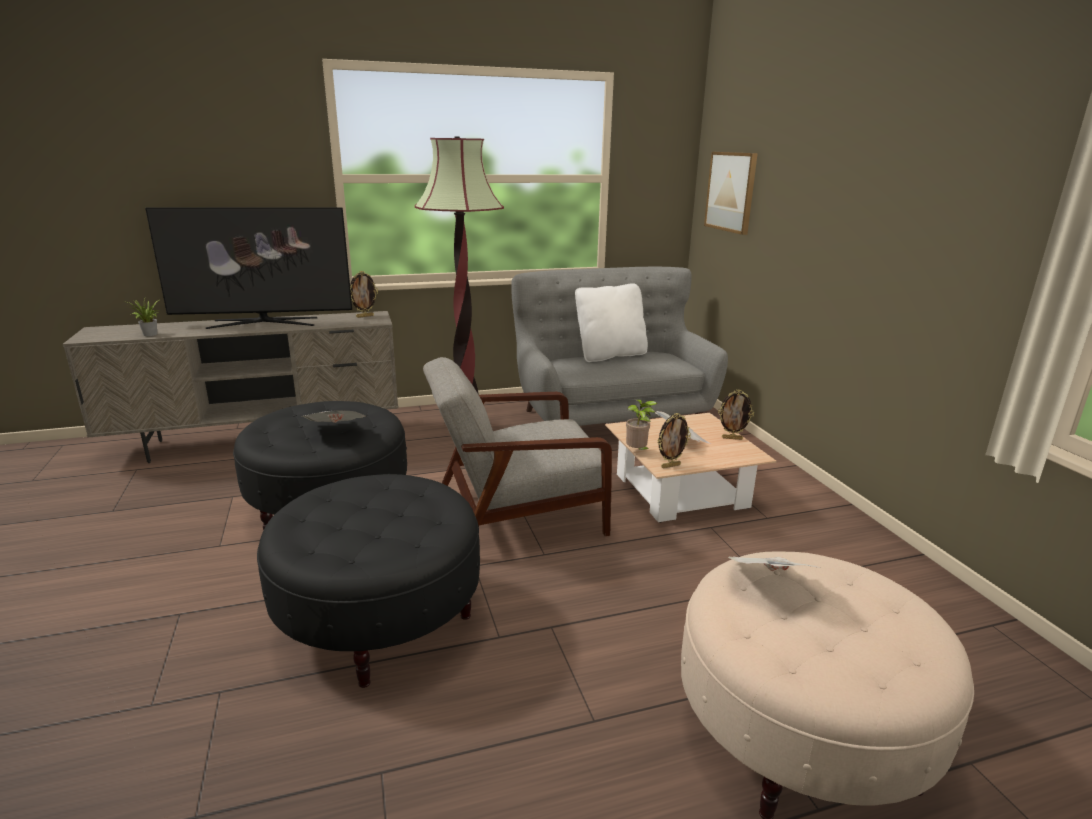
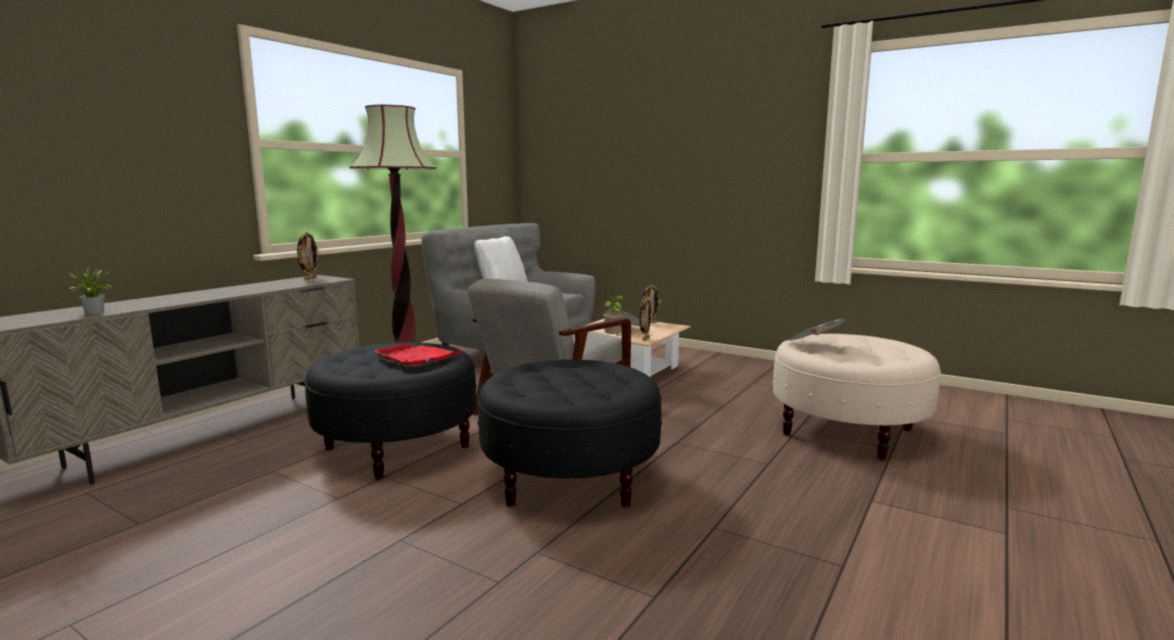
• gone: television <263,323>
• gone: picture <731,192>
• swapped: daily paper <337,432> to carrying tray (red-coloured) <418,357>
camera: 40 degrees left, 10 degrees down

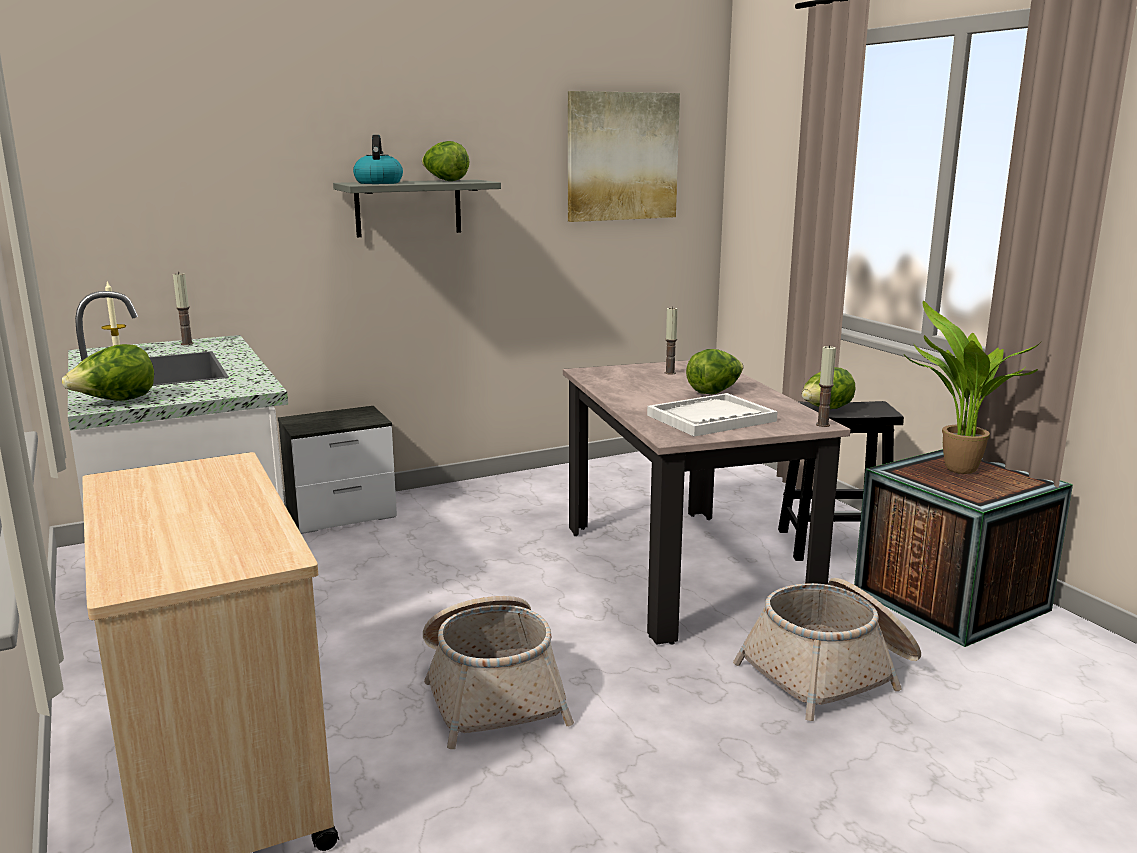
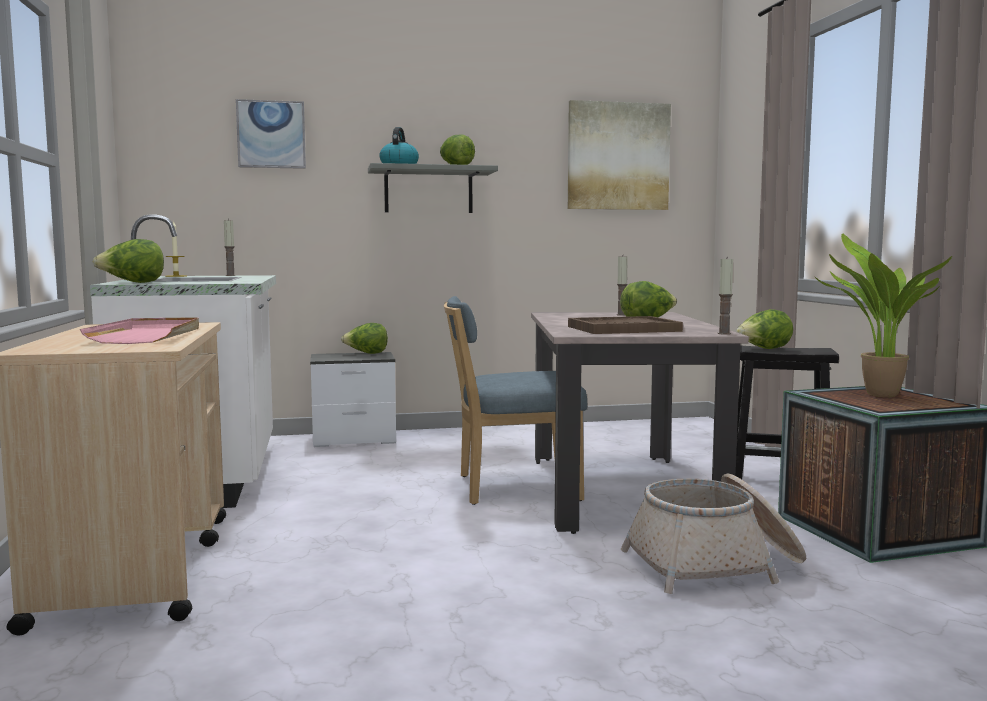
• gone: household basket <491,691>
• new: carrying tray (pink) <148,335>
• new: picture <271,134>
• new: head of lettuce <366,353>
• new: upright chair (bluish) <511,488>
• repainted: carrying tray (whitish) <711,418> to carrying tray (brownish) <623,329>
camera: 15 degrees right, 10 degrees down

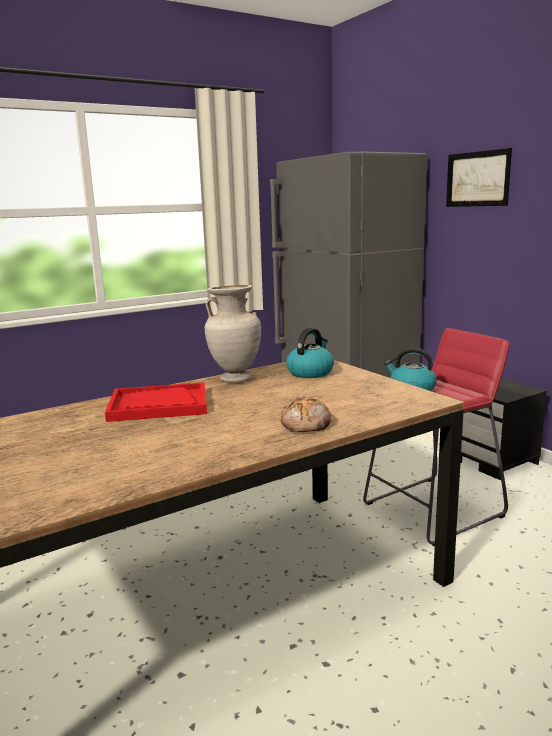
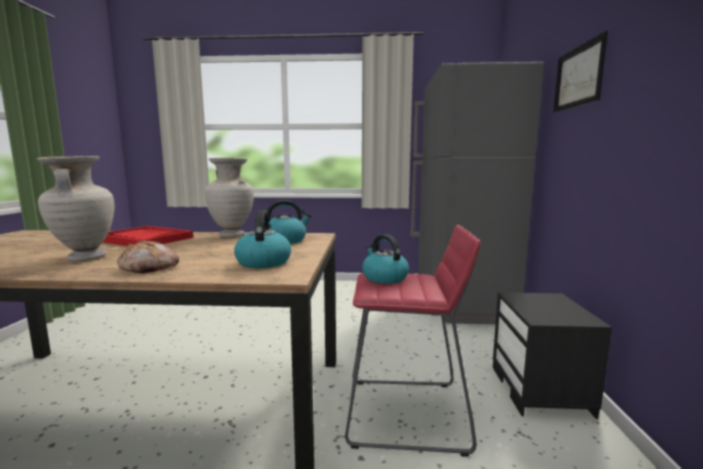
• new: flower vase (beige-coloured) <85,258>
• new: kettle <263,262>
camera: 35 degrees right, 5 degrees down

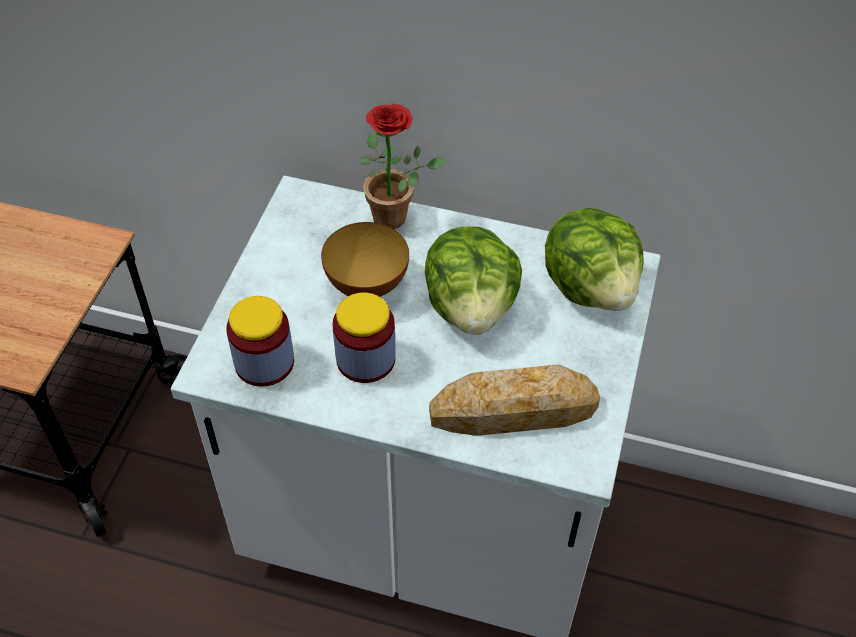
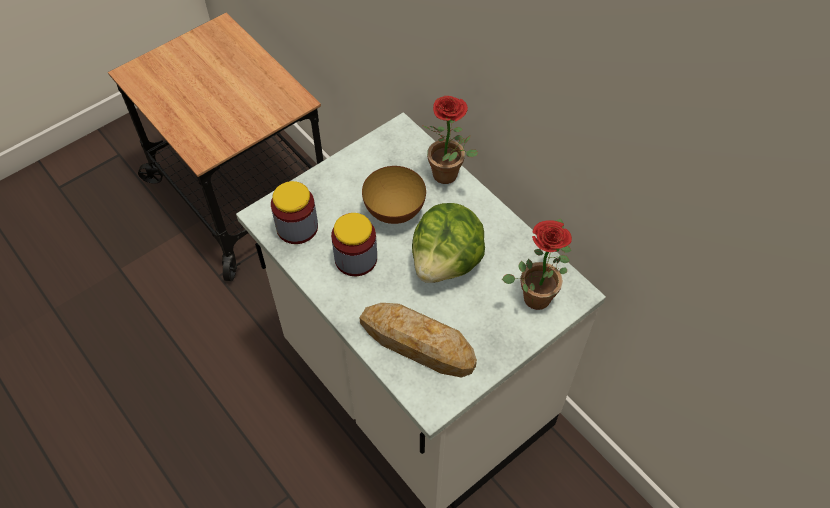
• swapped: head of lettuce <591,287> to houseplant <536,292>
camera: 35 degrees right, 5 degrees up

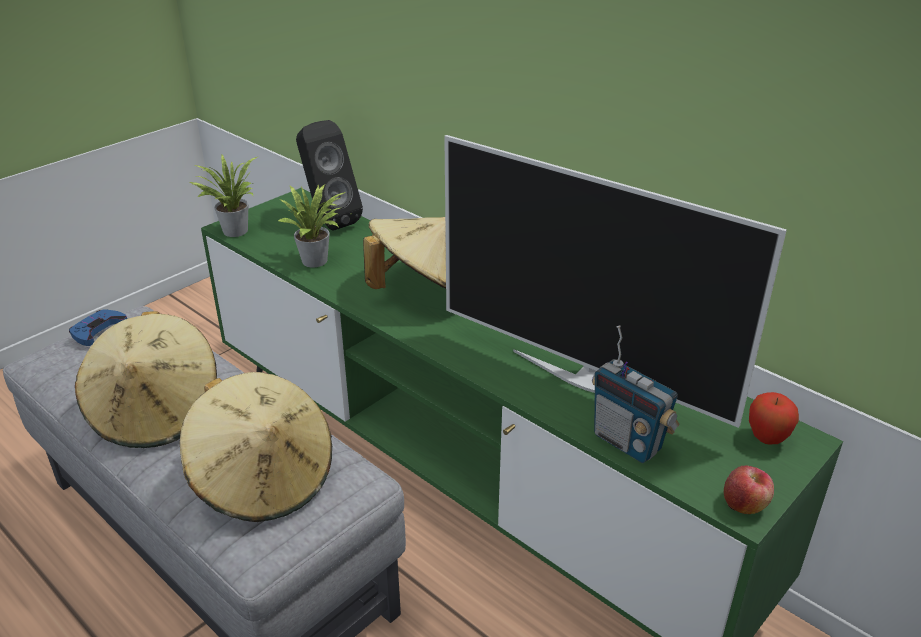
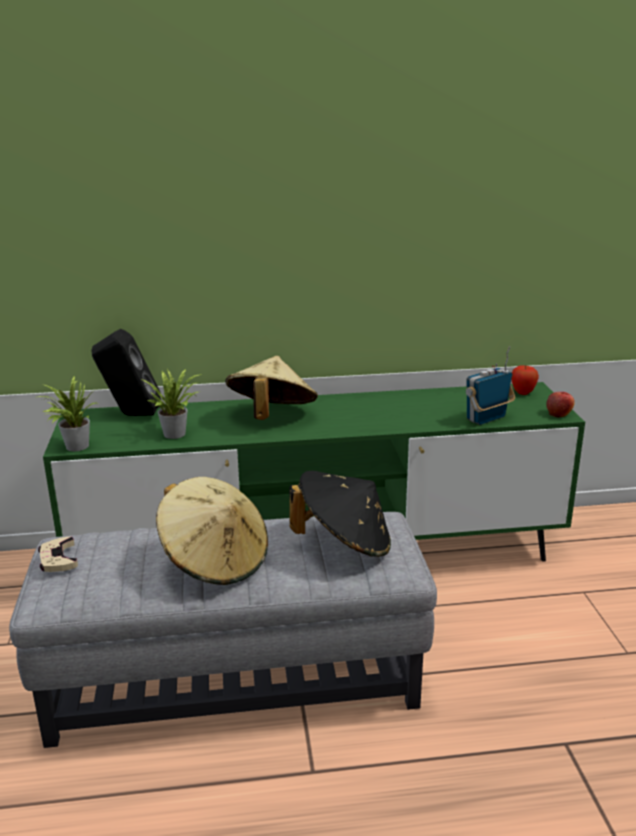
• gone: television <584,378>
• repainted: gamepad (bluish) <98,330> to gamepad (beige-coloured) <58,559>
• repainted: clothing hat (beige-coloured) <264,479> to clothing hat (blackish) <344,543>
• rotated: radio <627,442> = <486,419> 150 degrees clockwise
camera: 50 degrees left, 10 degrees down

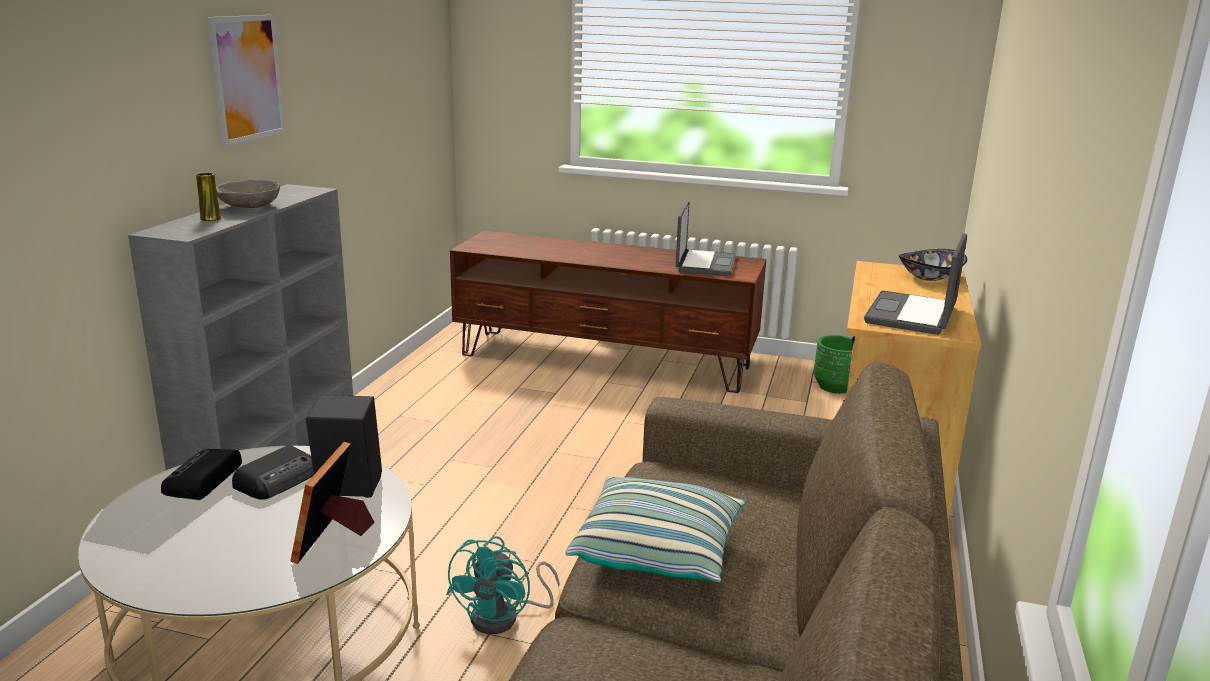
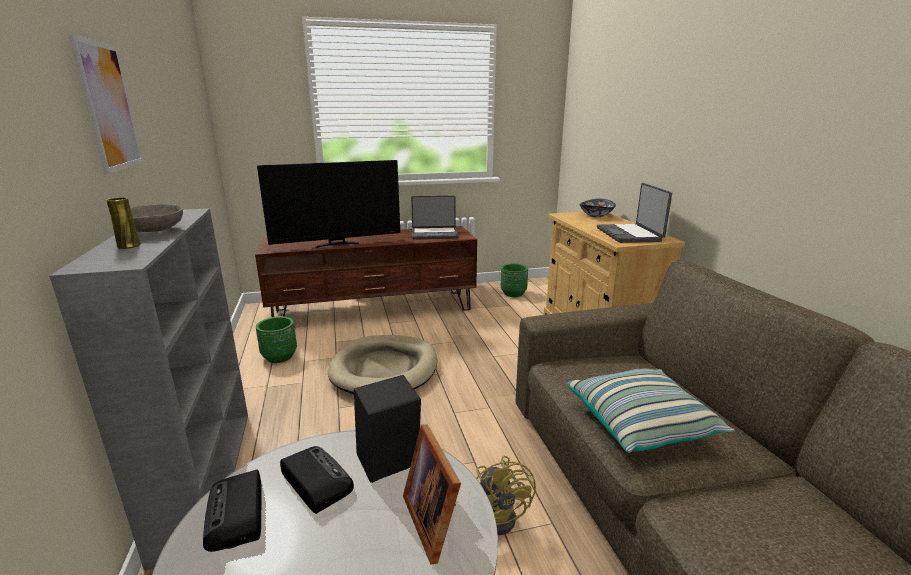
• new: plant pot (green-coloured) <279,357>
• new: television <337,244>
• new: dog cushion (beige-coloured) <385,369>
• repainted: electric fan (turquoise) <504,617> to electric fan (yellow-coloured) <501,515>
• rotated: radio <279,479> = <315,481> 45 degrees counterclockwise
• rotated: portable computer <704,264> = <434,234> 105 degrees clockwise
camera: 30 degrees left, 0 degrees up

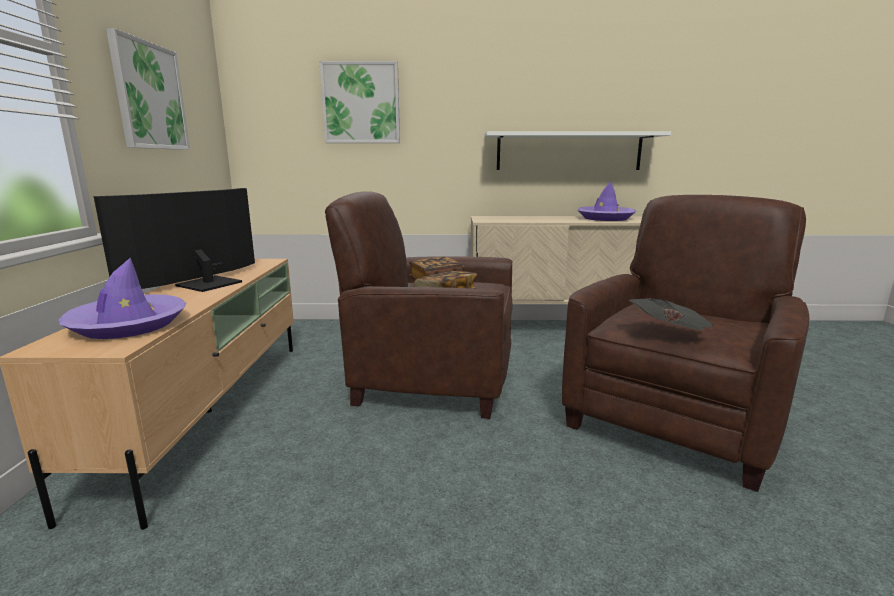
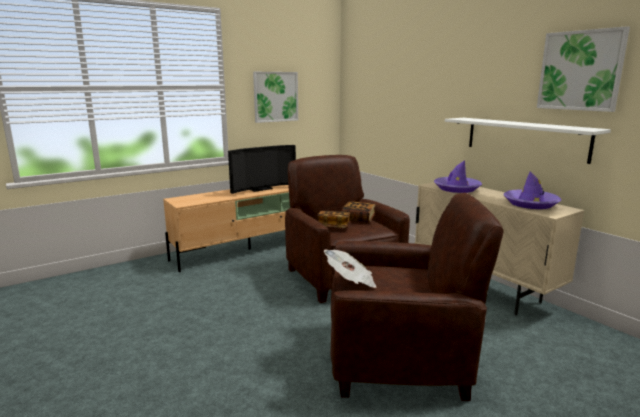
• shifted: clothing hat (purple) <128,325> to <456,188>
• shifted: picture <361,103> to <580,70>
• rotated: television <204,282> = <260,189> 150 degrees clockwise
camera: 55 degrees right, 0 degrees up

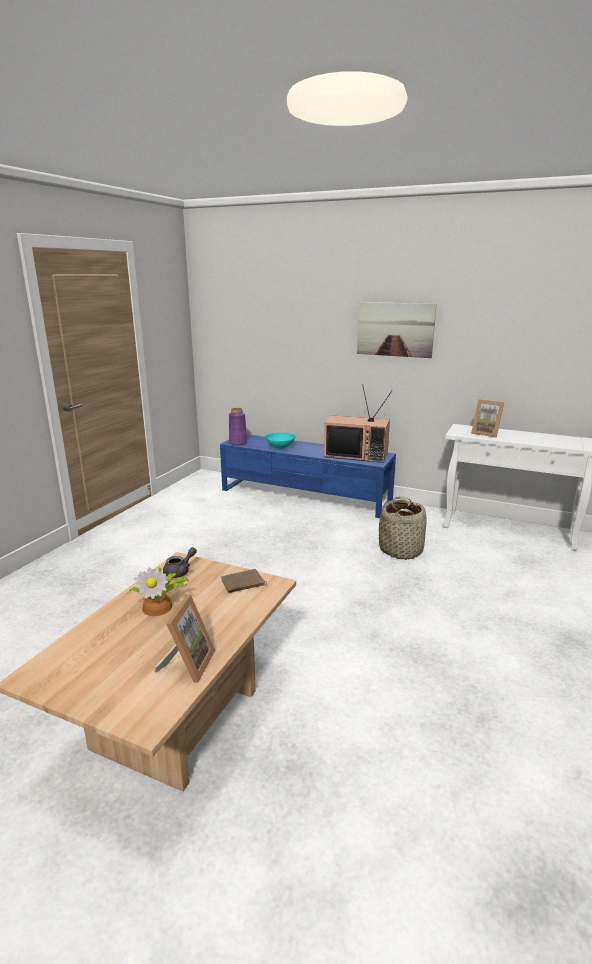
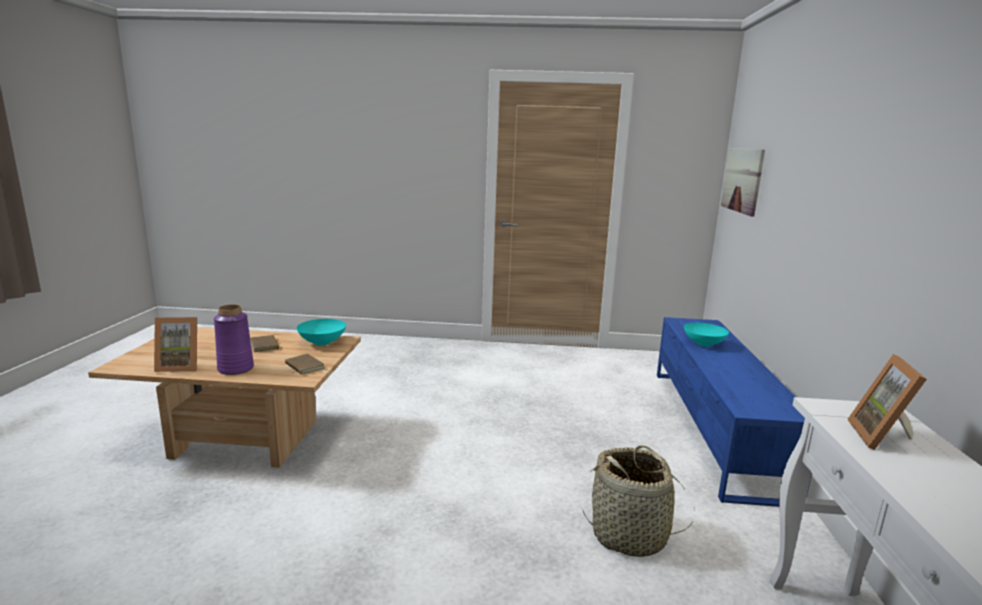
• gone: television <357,455>
• shifted: flower vase (purple) <238,443> to <236,369>
• shifted: picture <395,329> to <742,180>
• swapped: houseplant <158,606> to volume (brownish) <266,345>
• swapped: pot for tea (gray) <180,571> to deep dish (turquoise) <323,343>
camera: 70 degrees right, 5 degrees down

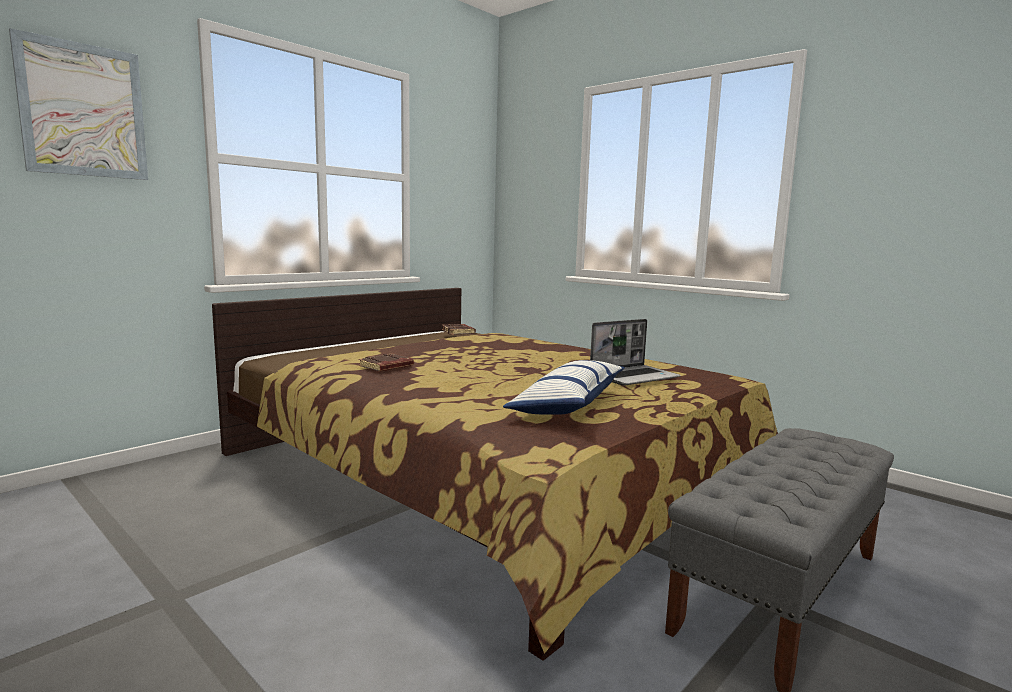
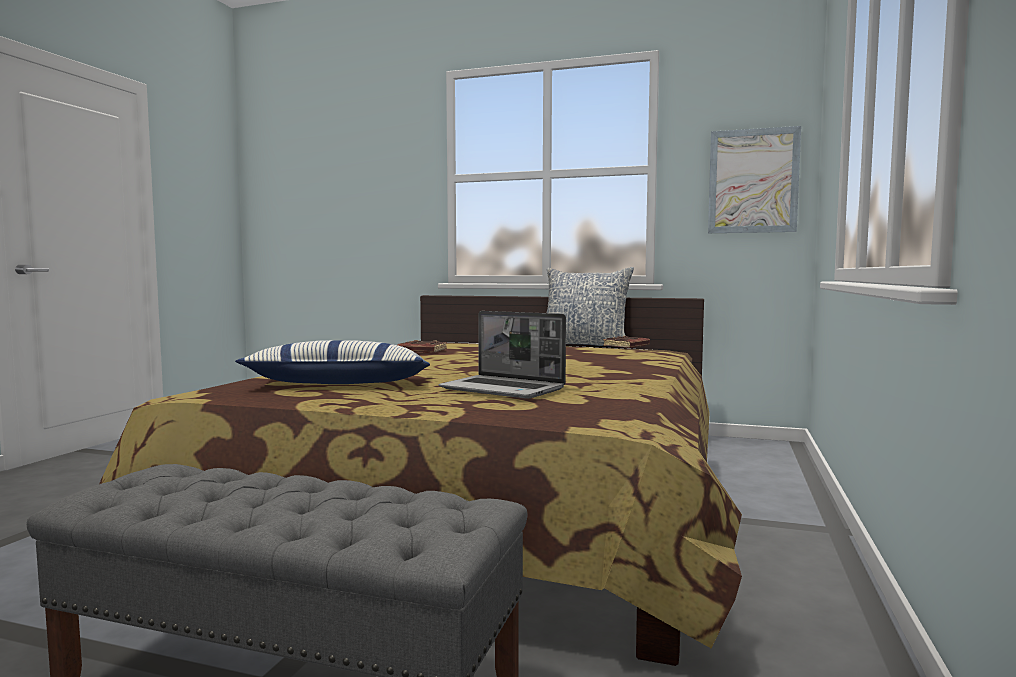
• new: pillow <584,345>
• shifted: picture <83,110> to <753,181>
camera: 65 degrees right, 5 degrees down

